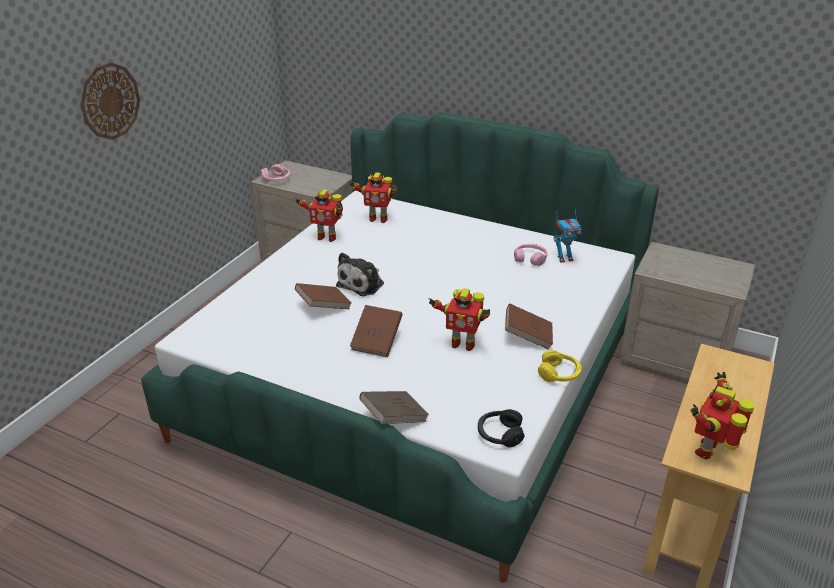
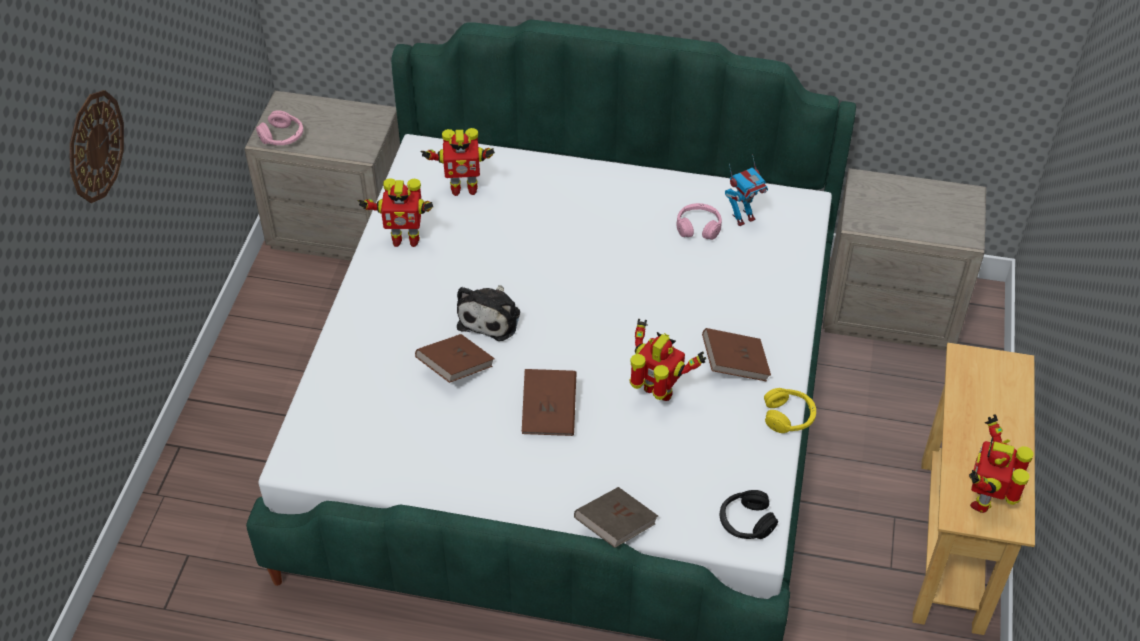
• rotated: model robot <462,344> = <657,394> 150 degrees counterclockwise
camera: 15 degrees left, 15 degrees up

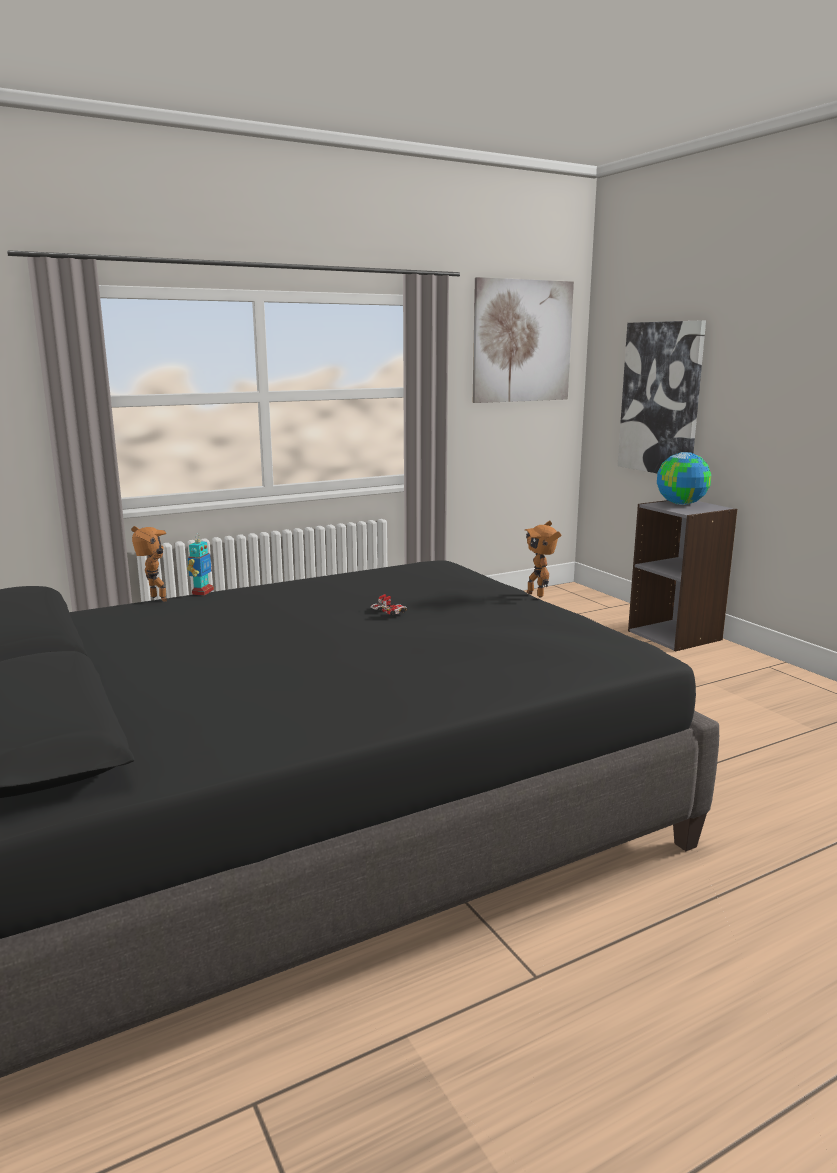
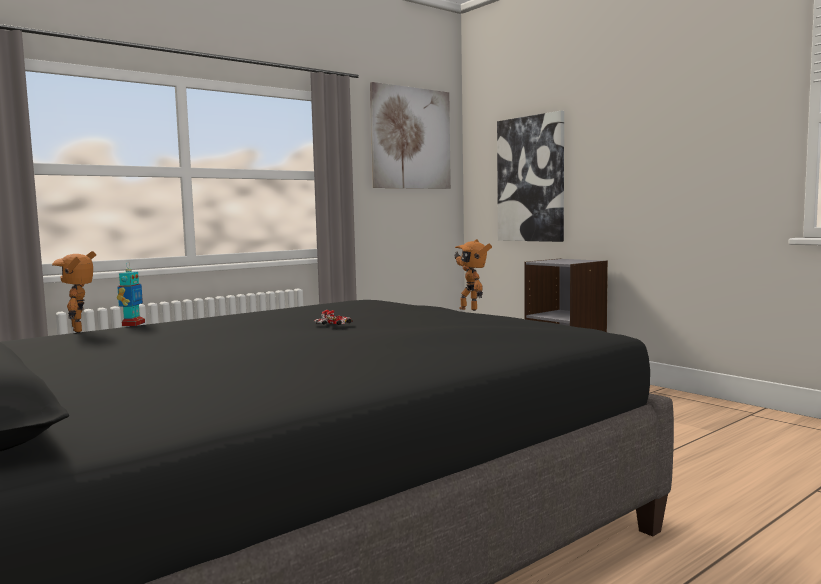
• gone: desk globe <681,503>
• rotated: model robot <155,599> = <81,331> 150 degrees counterclockwise
camera: 10 degrees left, 10 degrees down

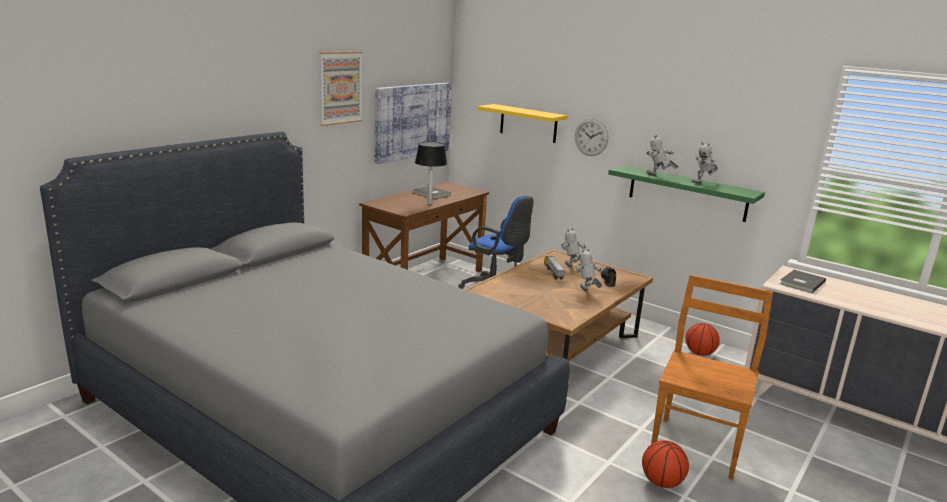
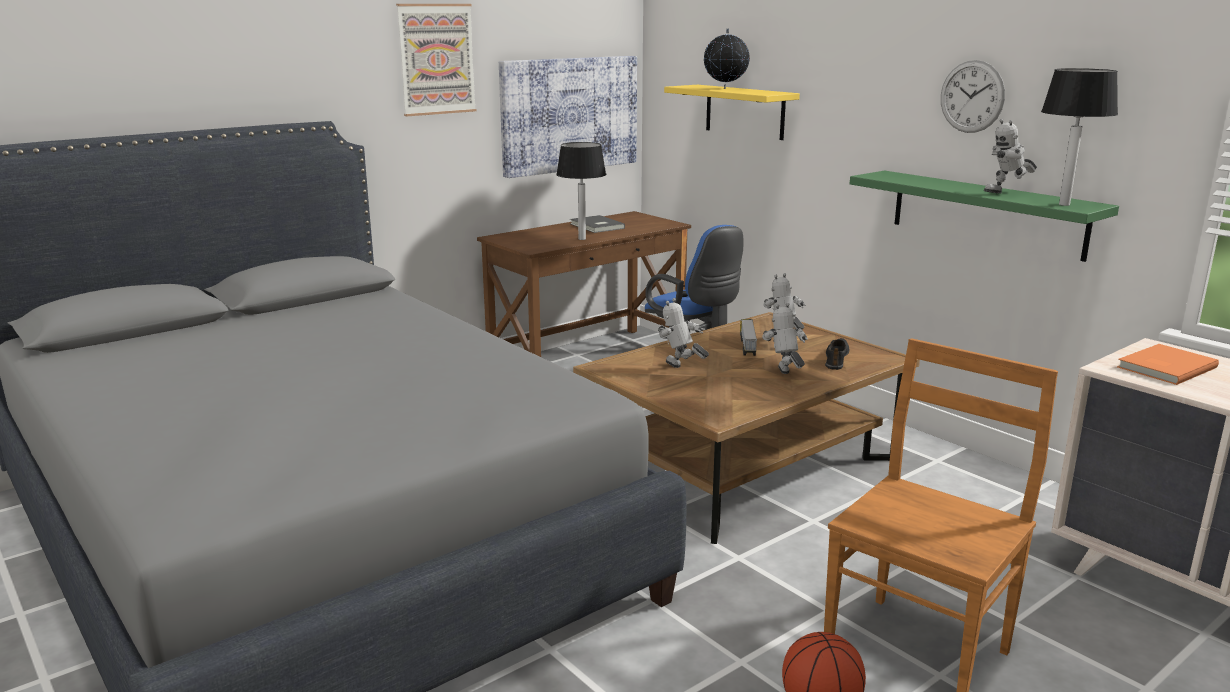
• gone: ball for basketball <699,353>
• new: desk globe <725,88>
• new: lamp for a table <1064,204>
• shifted: hanging clock <591,137> to <972,96>
• shifted: model robot <657,176> to <680,369>
• repainted: volume (gray) <801,283> to volume (orange-coloured) <1163,367>
camera: 15 degrees right, 0 degrees up

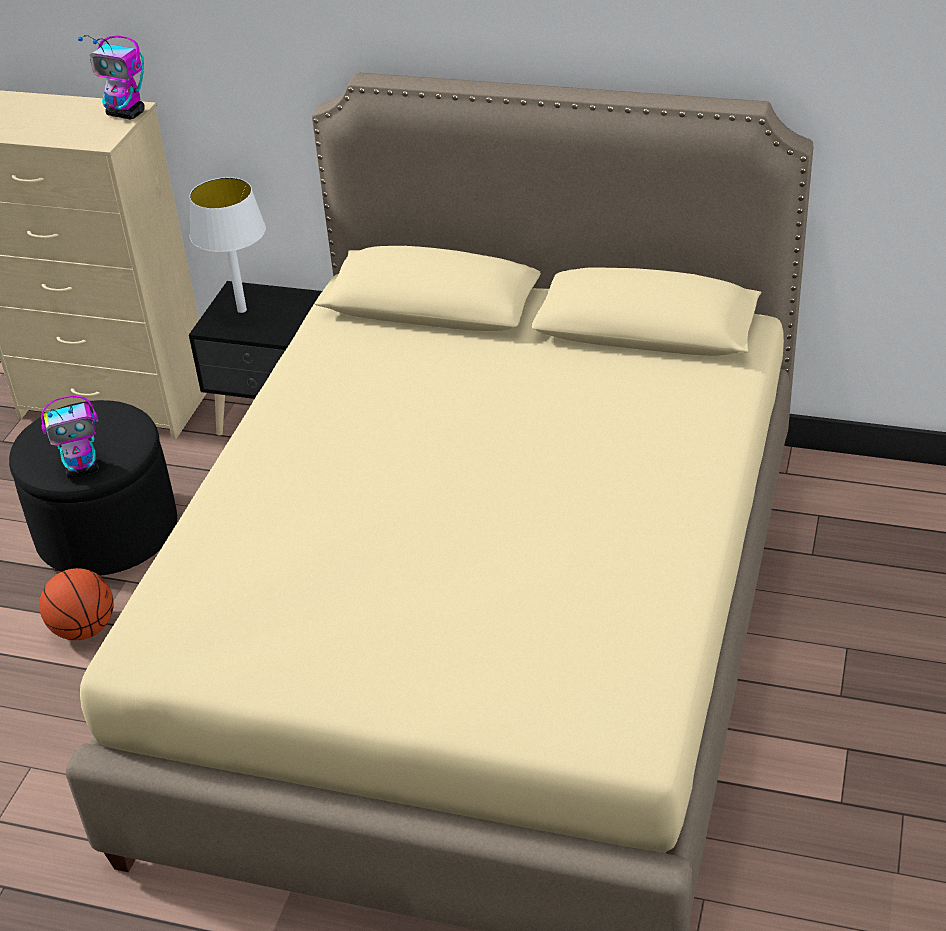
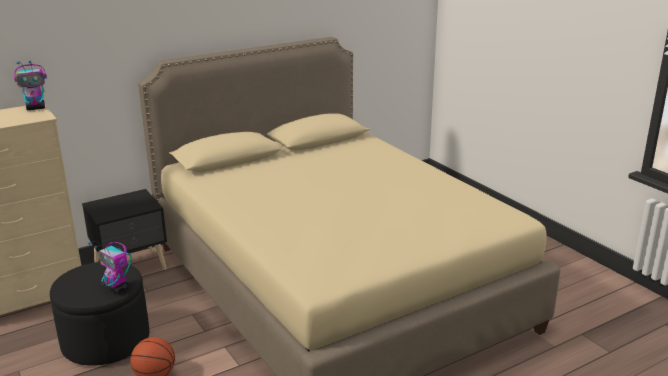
• gone: lamp for a table (whitish) <241,310>
• rotated: model robot <83,469> = <116,288> 105 degrees clockwise
camera: 50 degrees left, 15 degrees down

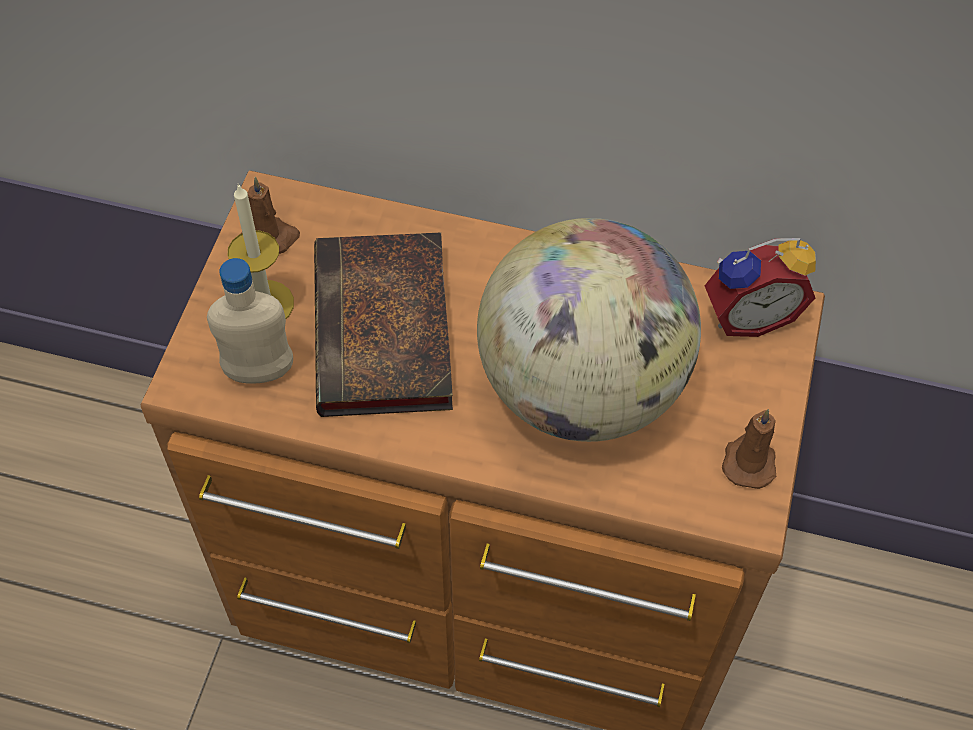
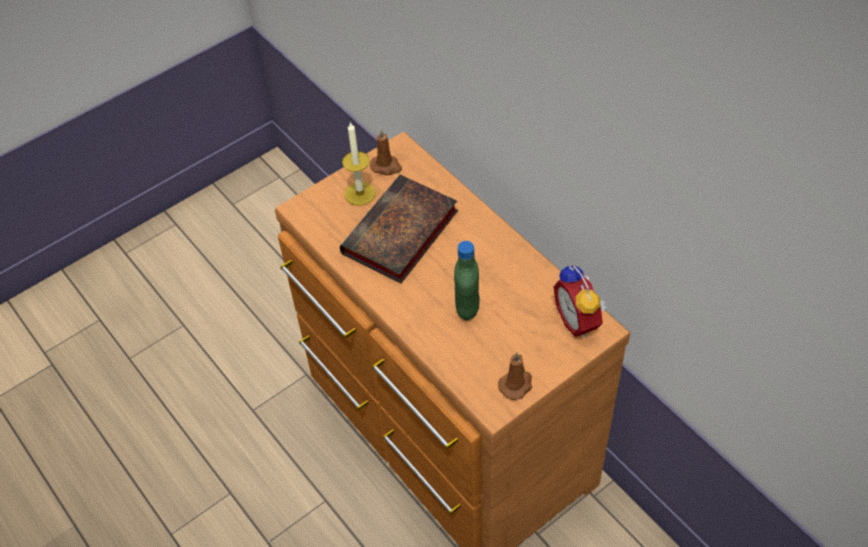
• gone: beverage bottle (beige-coloured) <259,372>
• swapped: desk globe <581,388> to beverage bottle (green-coloured) <467,307>
• rotated: alarm clock <748,314> = <579,320> 45 degrees clockwise
camera: 40 degrees right, 5 degrees down

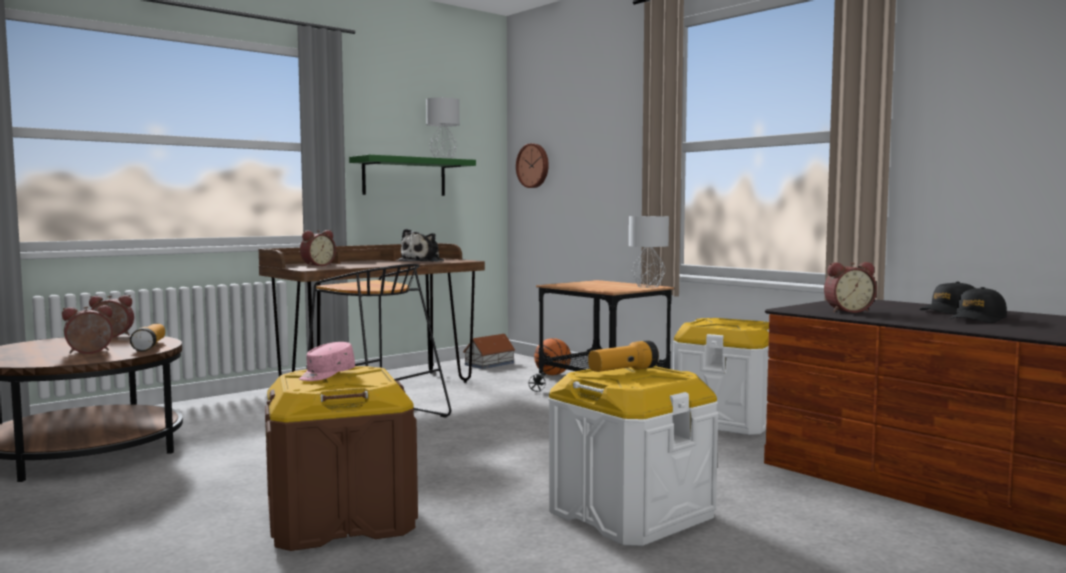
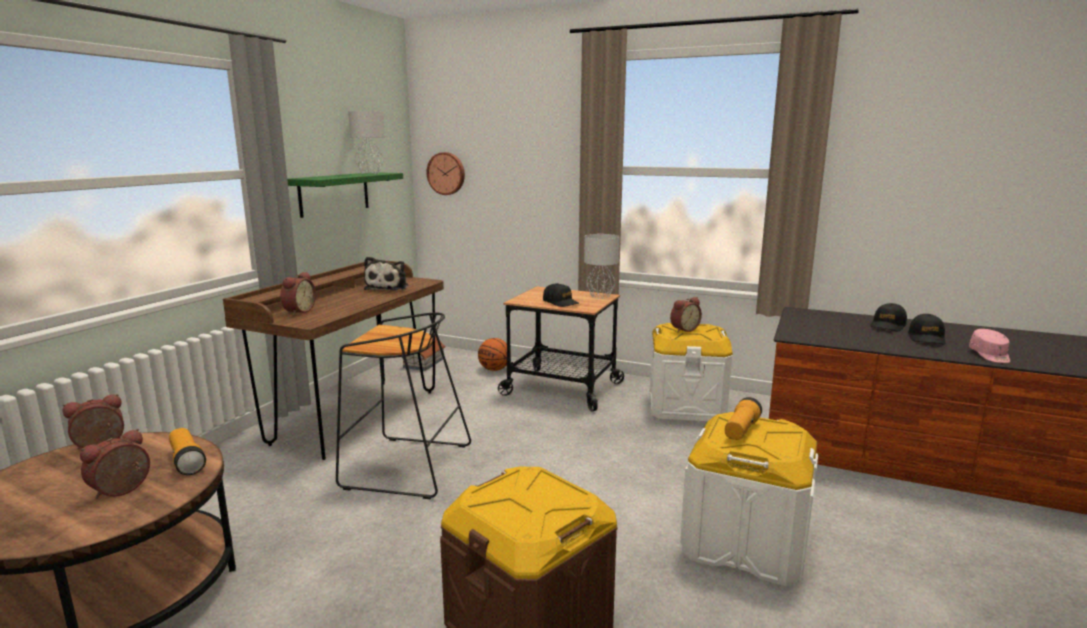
• new: cap (blackish) <560,302>
• shifted: cap (pink) <326,375> to <990,355>
• shifted: alarm clock <847,311> to <683,329>
camera: 25 degrees left, 10 degrees up

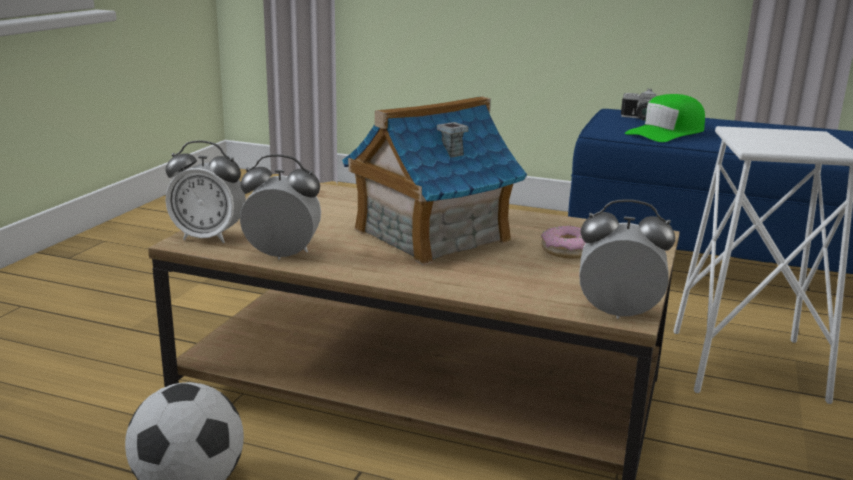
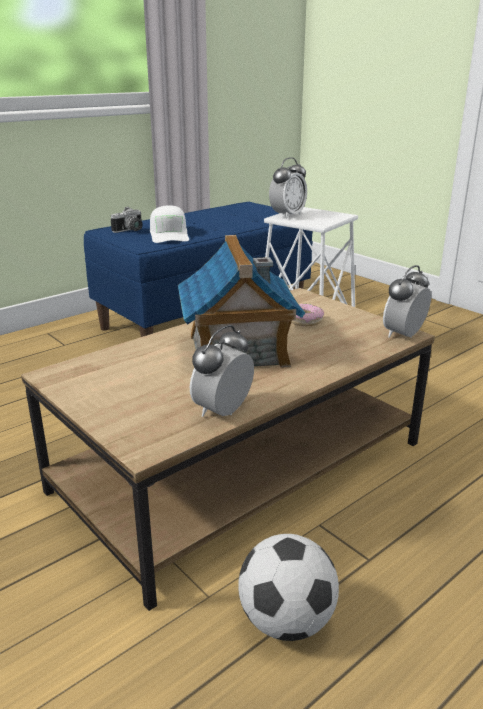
• shifted: alarm clock <208,237> to <287,215>
• repainted: cap (green-coloured) <666,133> to cap (whitish) <169,234>
camera: 60 degrees left, 5 degrees up

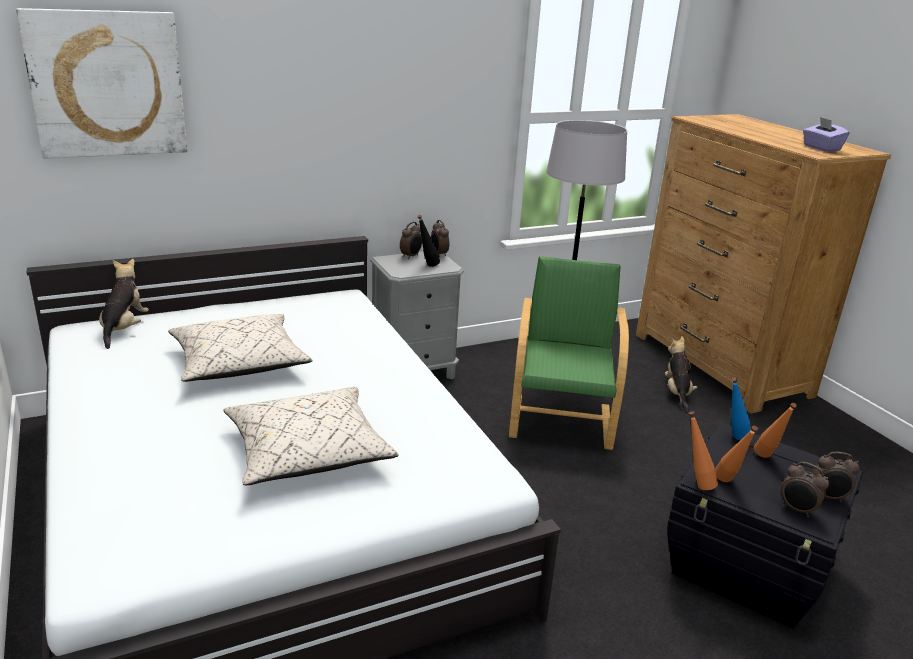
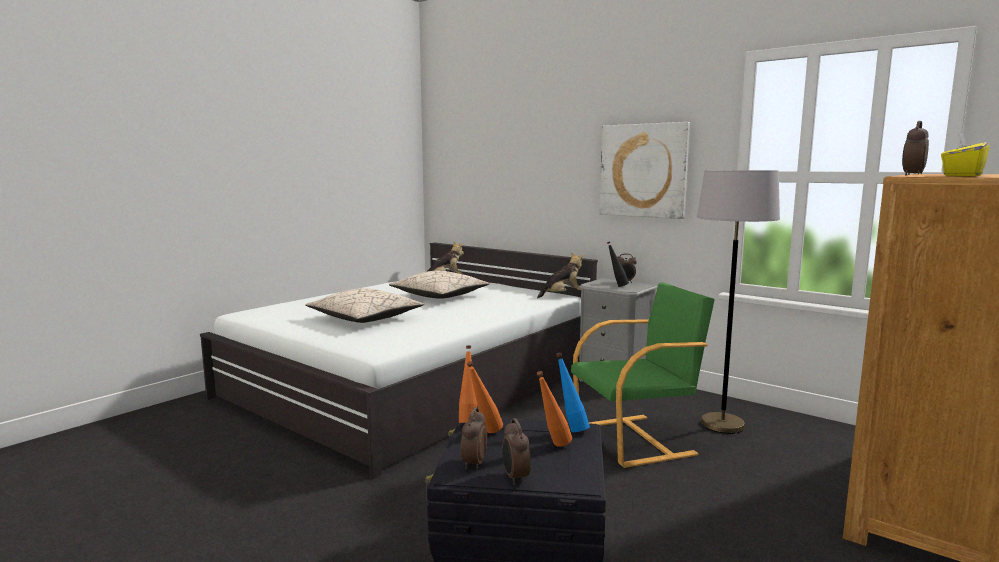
• shifted: picture <107,84> to <643,170>
• shifted: alarm clock <438,254> to <912,175>
• shifted: soft toy <677,392> to <562,295>
• repainted: box of tissues (purple) <821,148> to box of tissues (yellow-coloured) <961,176>
camera: 65 degrees right, 15 degrees down

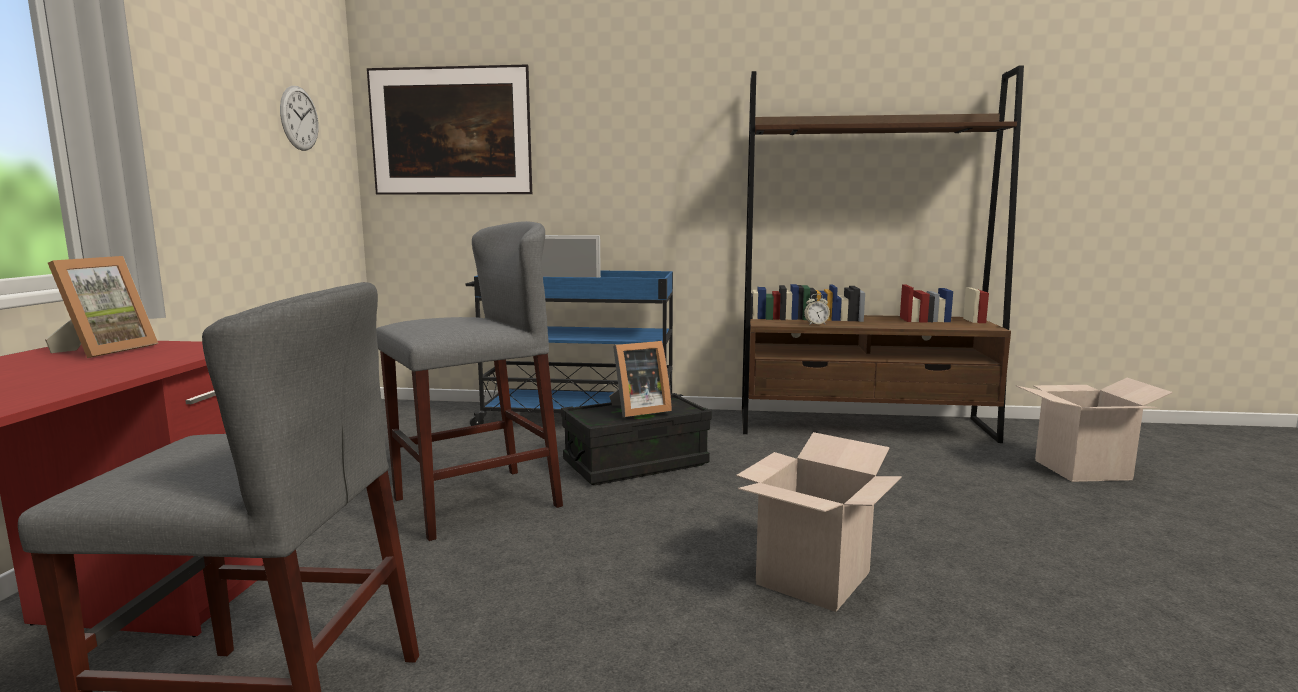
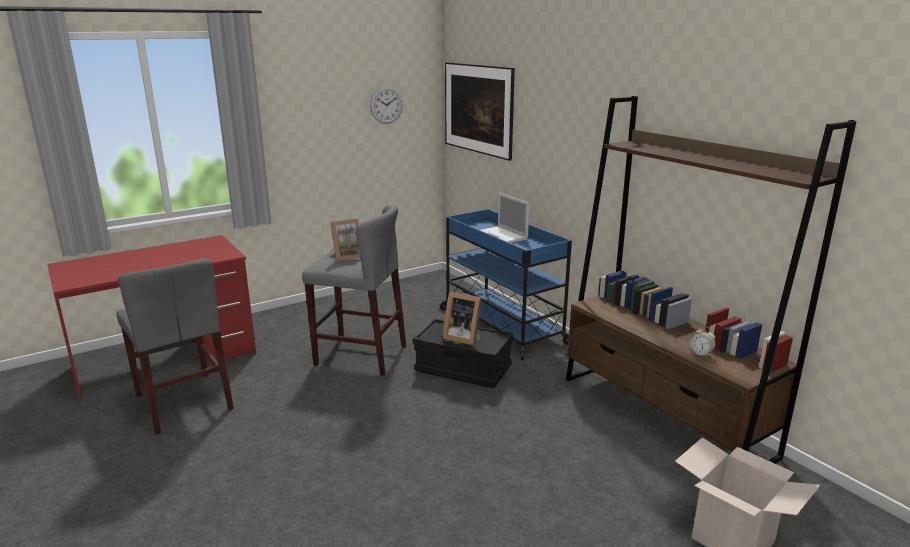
• gone: carton <813,578>
• shifted: picture frame <105,350> to <347,256>
• shifted: alarm clock <816,324> to <701,353>
camera: 50 degrees right, 10 degrees up

